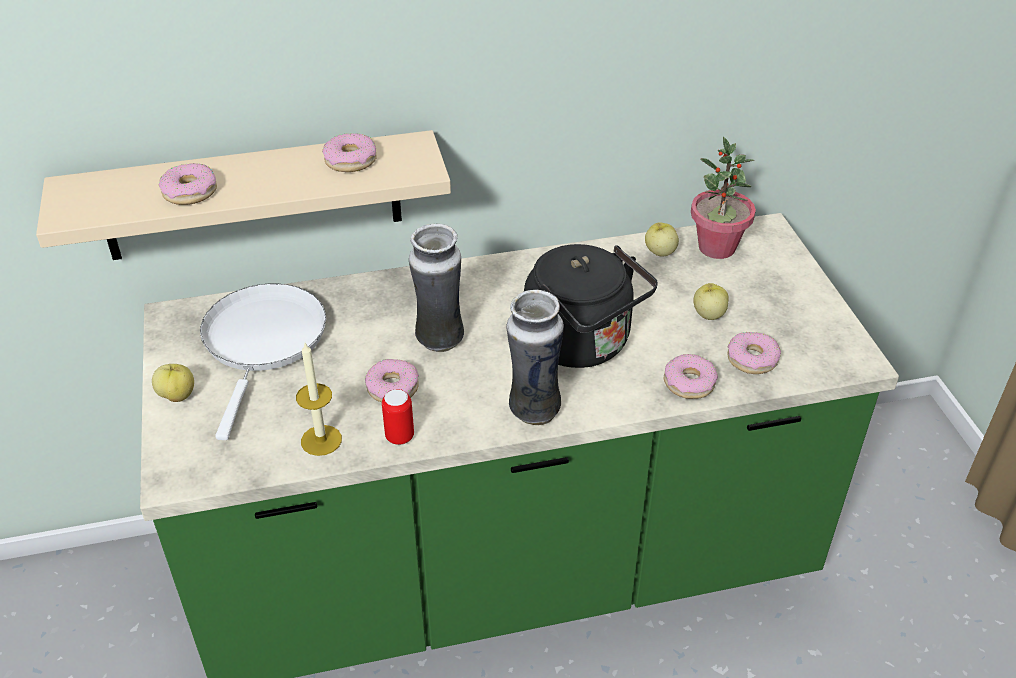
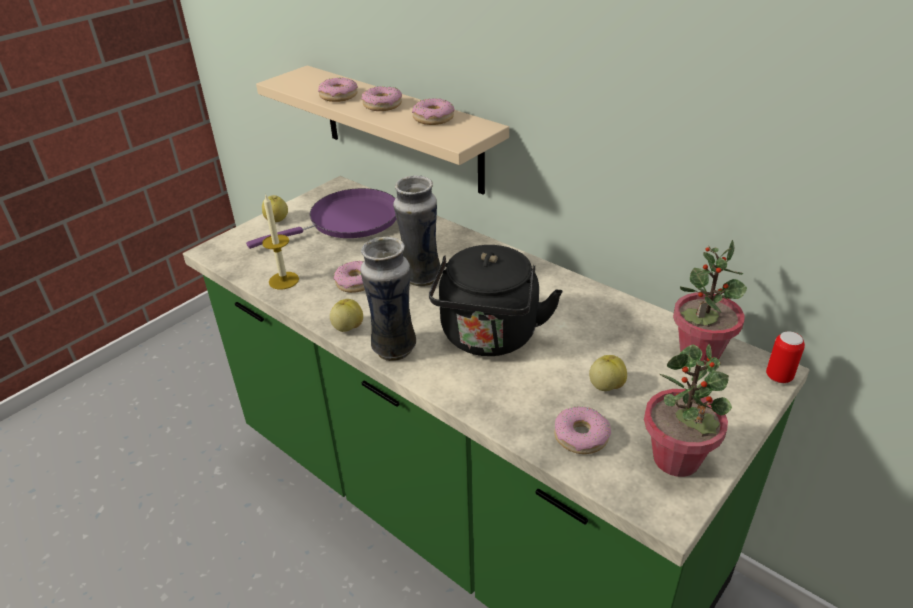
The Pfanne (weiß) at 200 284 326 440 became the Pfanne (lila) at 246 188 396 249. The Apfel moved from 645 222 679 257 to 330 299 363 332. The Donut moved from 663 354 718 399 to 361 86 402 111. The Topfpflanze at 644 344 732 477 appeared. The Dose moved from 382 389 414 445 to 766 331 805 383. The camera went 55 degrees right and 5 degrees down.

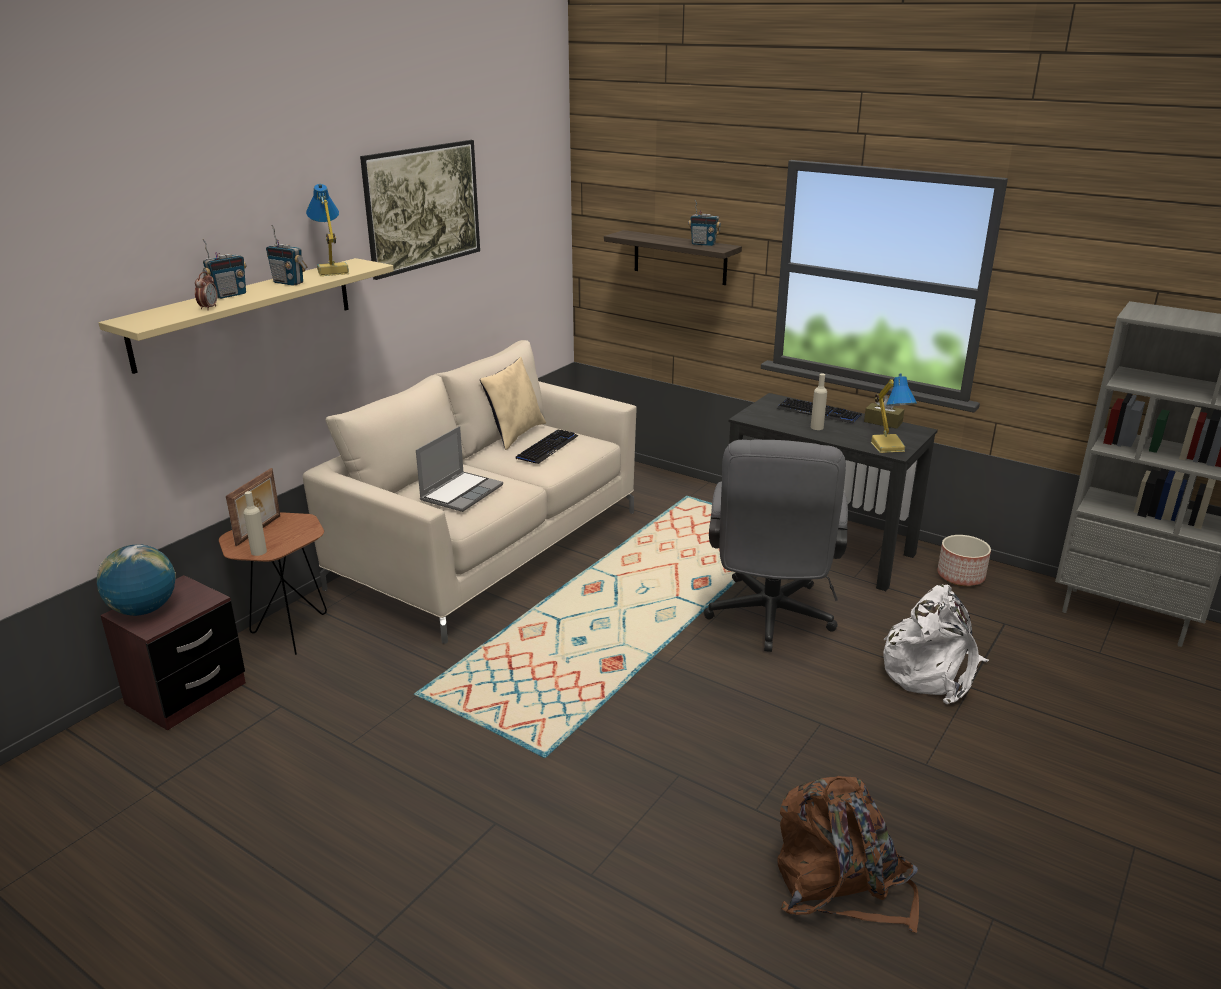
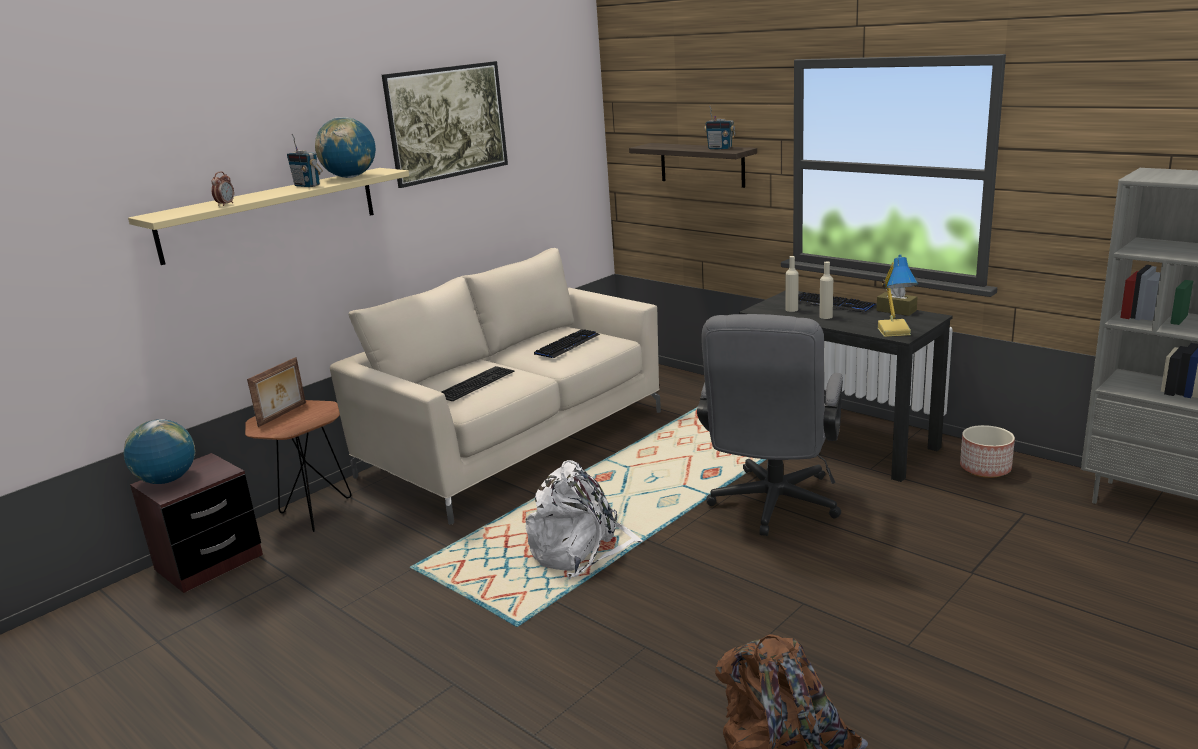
The Tischlampe at 306 183 349 276 was replaced by the Globus at 315 117 376 178. The Laptop at 416 426 503 512 was replaced by the Tastatur at 441 366 514 402. The Rucksack (weiß) moved from 883 585 989 704 to 525 460 643 579. The Flasche (beige) moved from 243 491 267 556 to 785 256 799 312. The Radio at 202 239 246 299 disappeared. The Kissen (beige) at 480 357 546 450 disappeared. The camera went 10 degrees right and 5 degrees down.

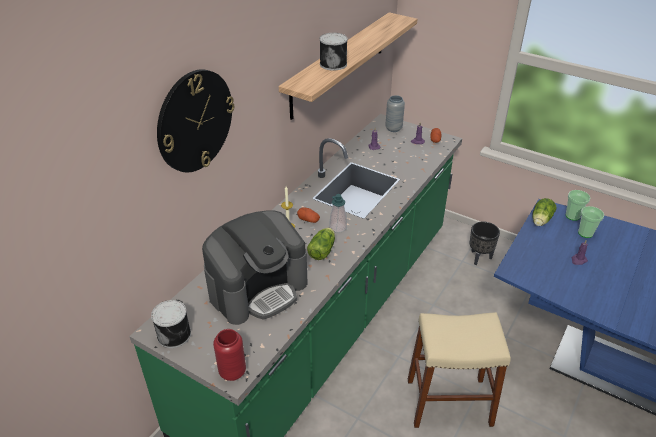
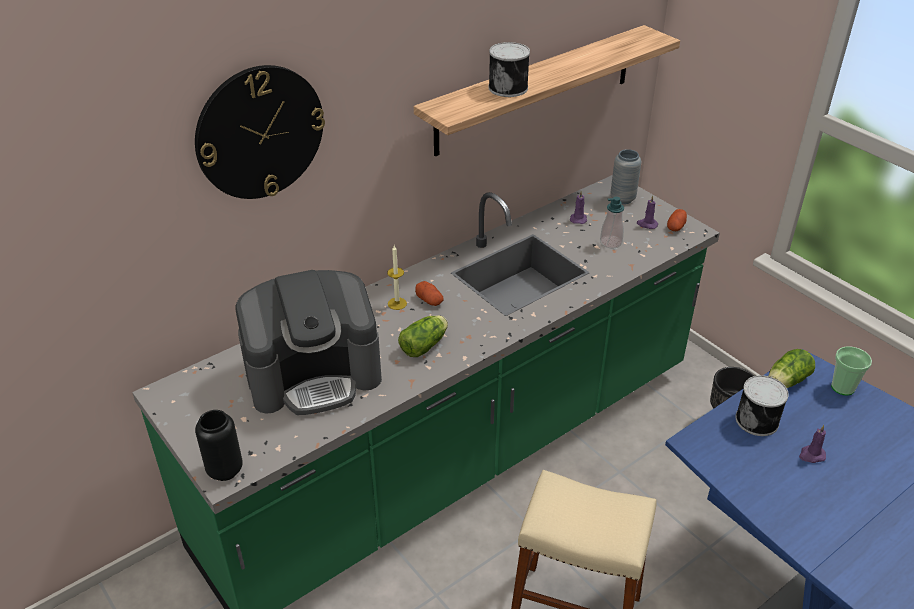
The Vase (rot) at 213 329 246 381 became the Vase (schwarz) at 195 410 243 481. The Seifenspender moved from 330 194 347 233 to 600 197 624 248. The Dose moved from 151 300 191 348 to 735 375 789 436. The Tasse at 578 206 604 238 disappeared. The camera went 20 degrees right and 0 degrees up.

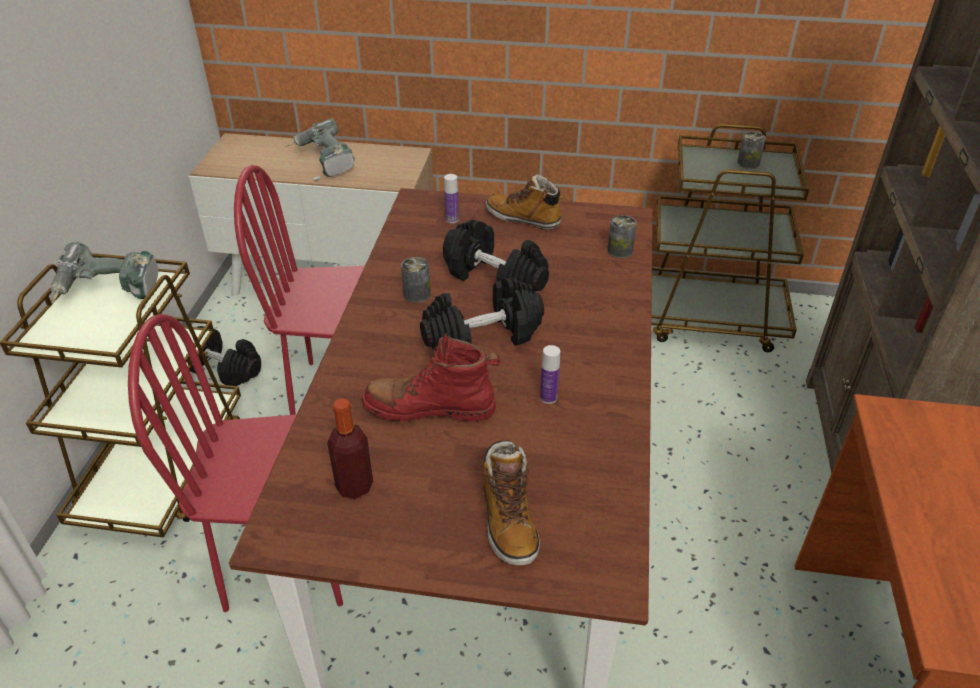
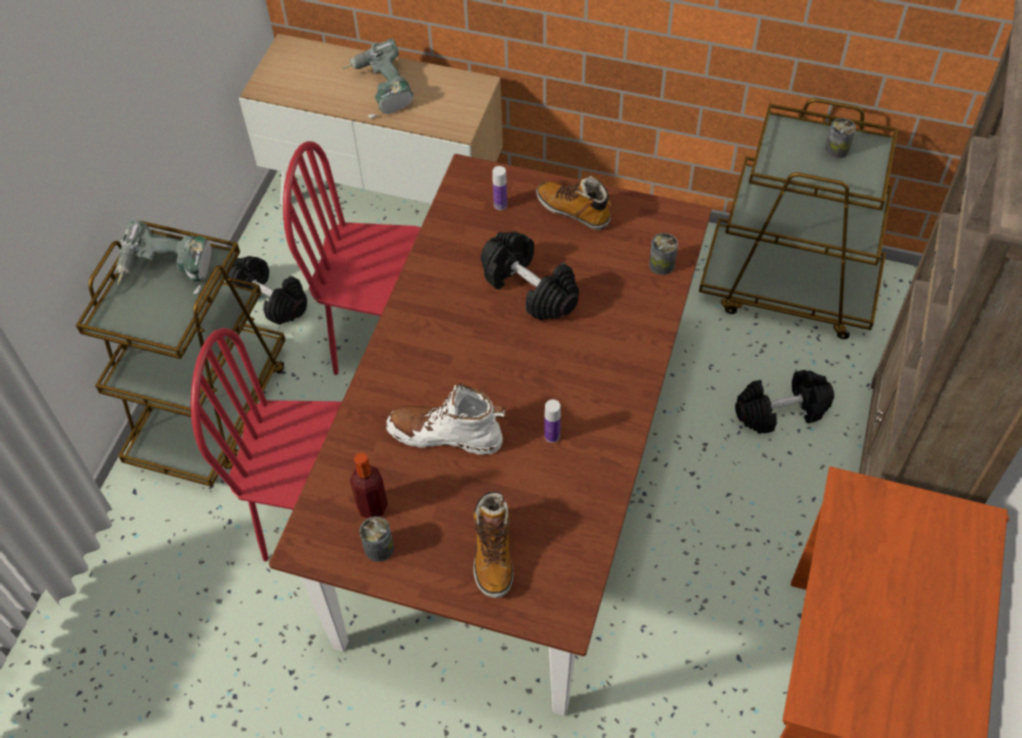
The Dose moved from 401 257 431 303 to 359 517 394 562. The Stiefel (rot) at 362 333 500 422 became the Stiefel (weiß) at 386 383 505 455. The Hantel (schwarz) moved from 420 278 544 351 to 735 370 834 434. The camera went 10 degrees right and 15 degrees up.

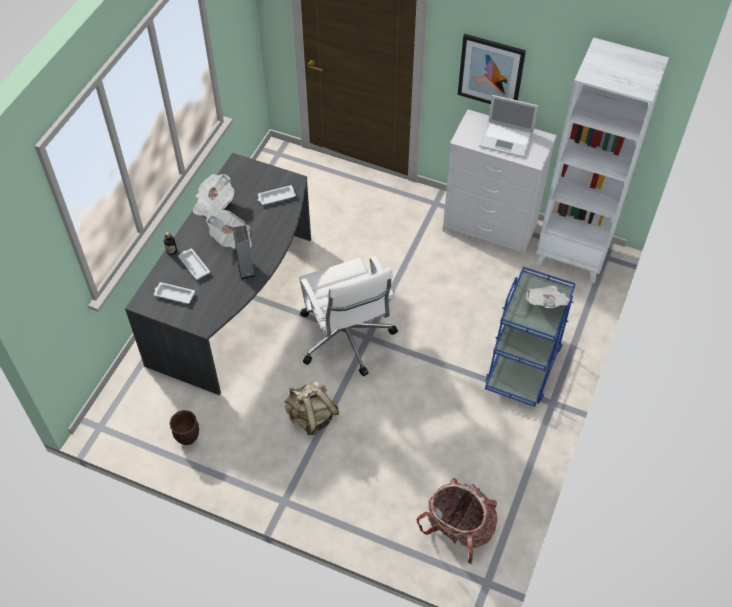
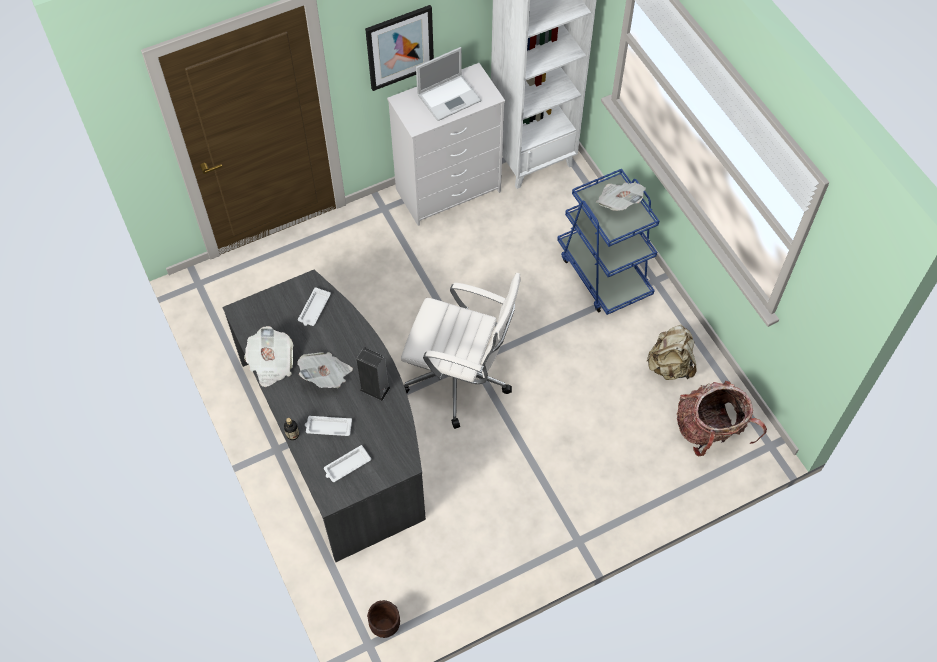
The Pflanzkübel (braun) moved from 170 410 199 445 to 367 600 400 638. The Rucksack (beige) moved from 285 381 339 435 to 647 325 697 380. The camera went 50 degrees left and 5 degrees up.

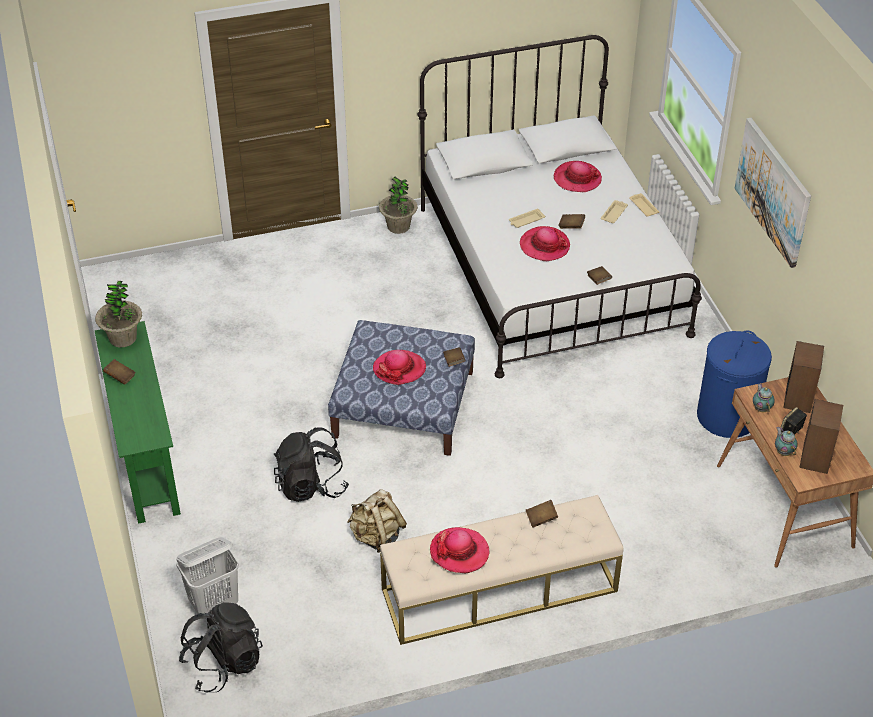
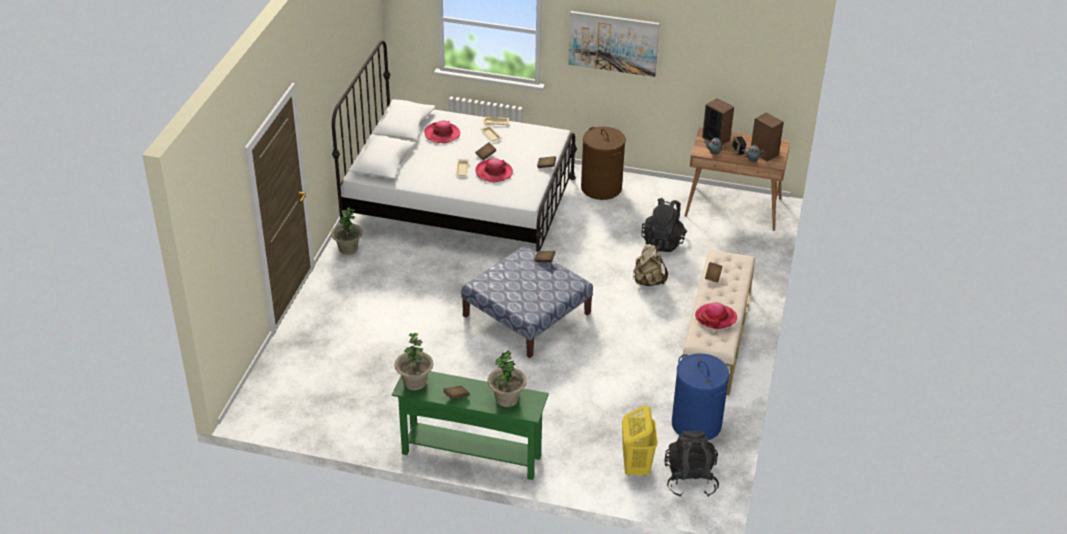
The Topfpflanze at 487 350 527 407 appeared. The Wäschekorb (braun) at 581 127 626 200 appeared. The Wäschekorb (weiß) at 176 537 239 619 became the Wäschekorb (gelb) at 622 405 658 476. The Rucksack (beige) moved from 347 489 407 553 to 633 244 668 286. The Rucksack (schwarz) moved from 274 427 349 502 to 641 198 687 252. The Wäschekorb (blau) moved from 697 330 772 438 to 672 353 729 441. The Hut at 373 350 426 385 disappeared. The camera went 60 degrees left and 5 degrees down.

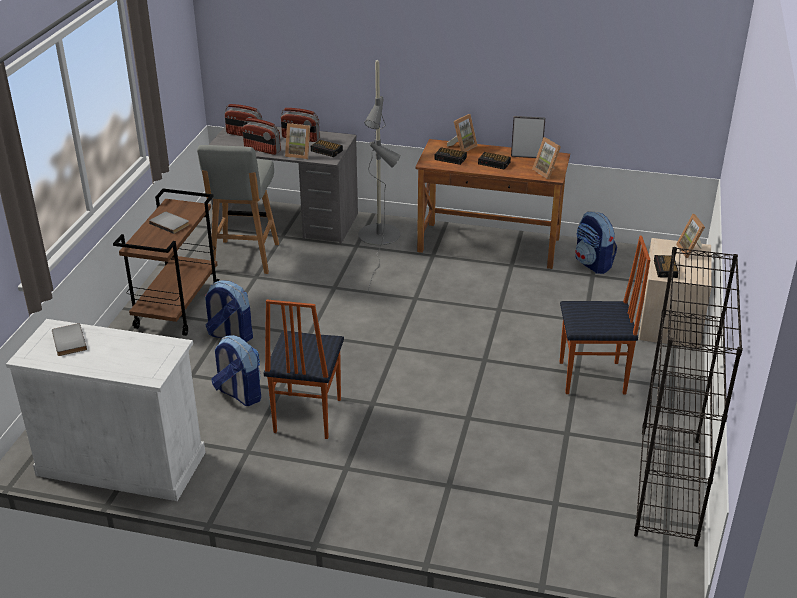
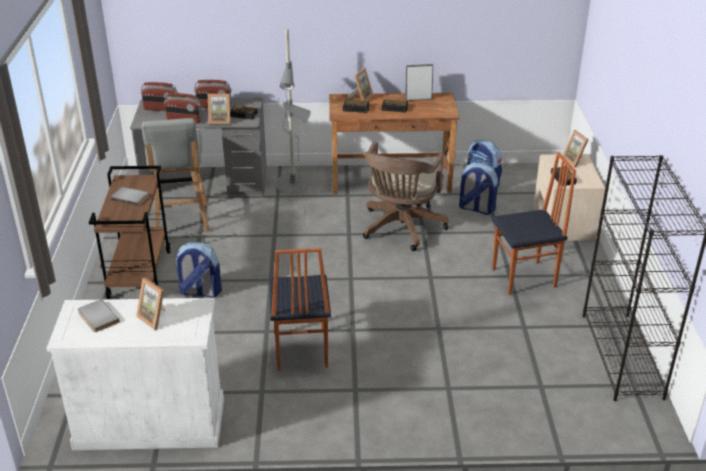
The Bilderrahmen moved from 532 137 561 179 to 136 277 165 330. The Bürostuhl (braun) at 363 142 449 251 appeared. The Rucksack moved from 211 335 261 406 to 459 163 498 215. The camera went 15 degrees left and 0 degrees up.

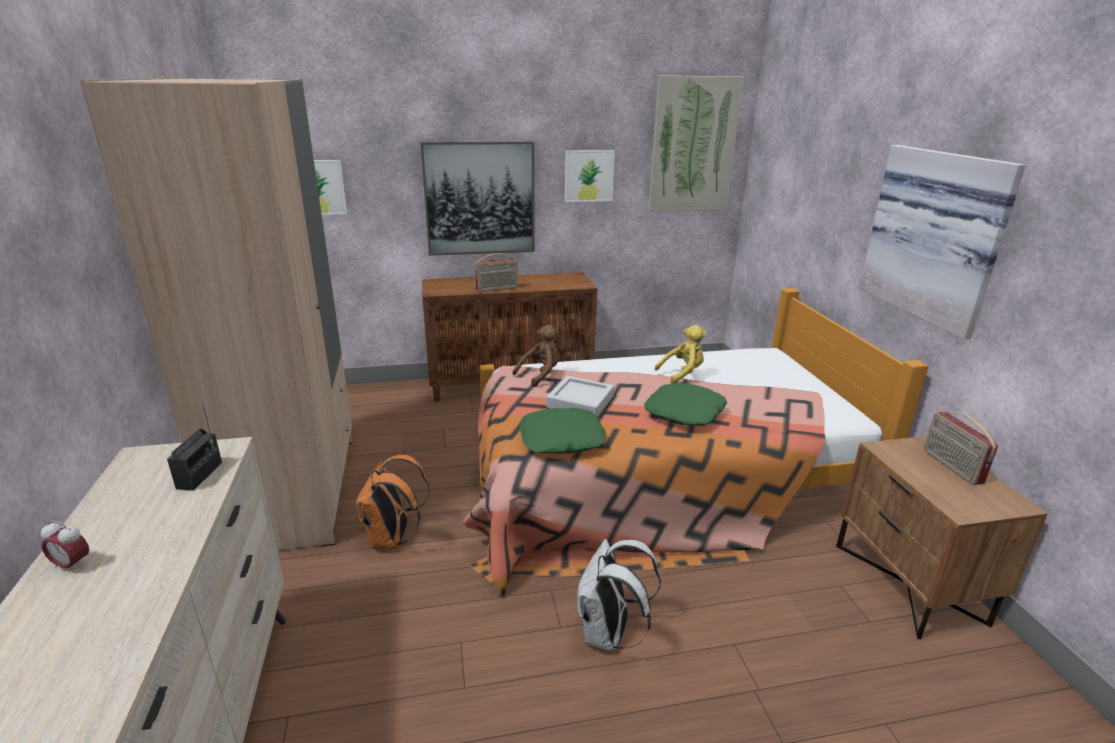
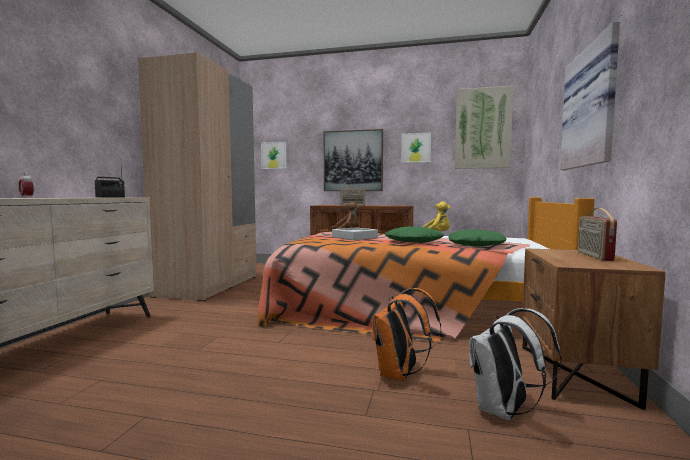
The Rucksack (orange) moved from 356 455 430 549 to 372 288 441 381. The Kissen (grün) moved from 519 408 606 454 to 449 229 506 247. The Rucksack (weiß) moved from 577 539 661 651 to 469 308 562 420. The camera went 25 degrees right and 20 degrees down.

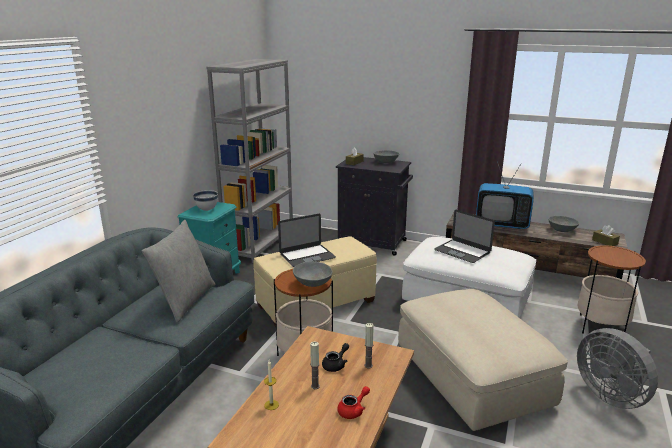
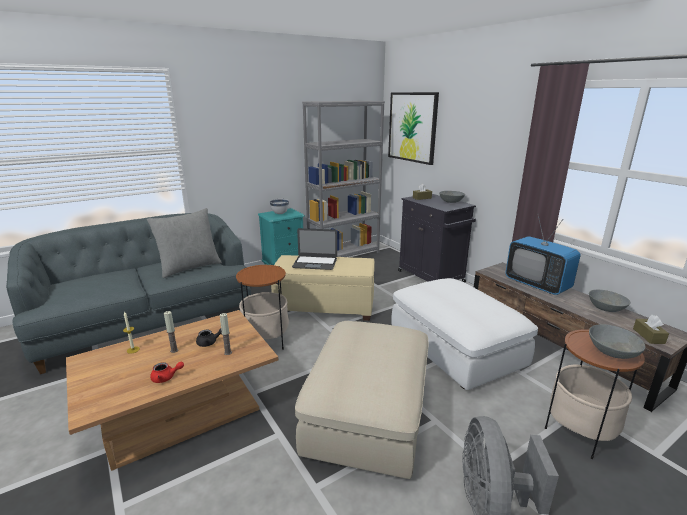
The Bild at 388 92 439 165 appeared. The Schüssel (grau) moved from 293 261 333 287 to 589 324 646 359. The Laptop at 434 210 495 263 disappeared. The camera went 35 degrees right and 0 degrees up.

